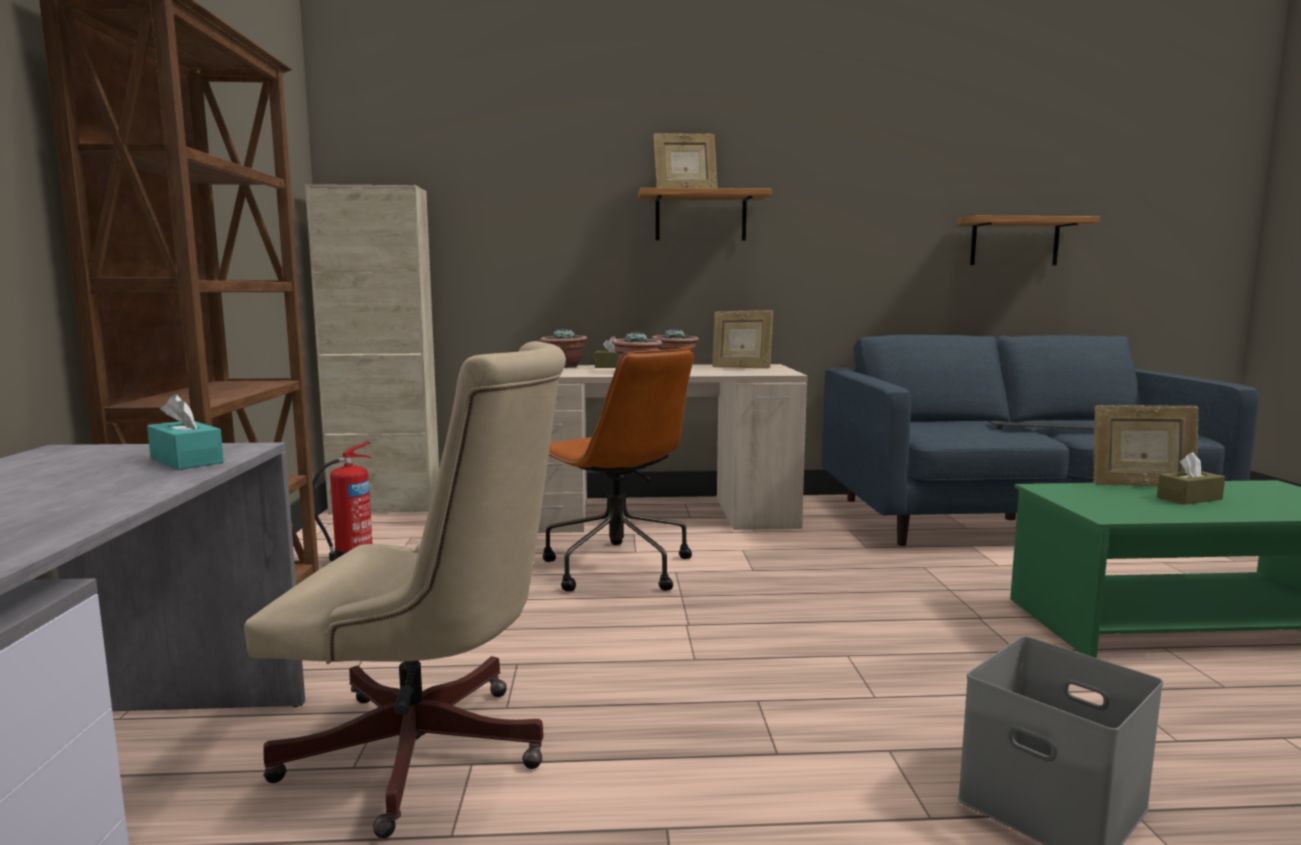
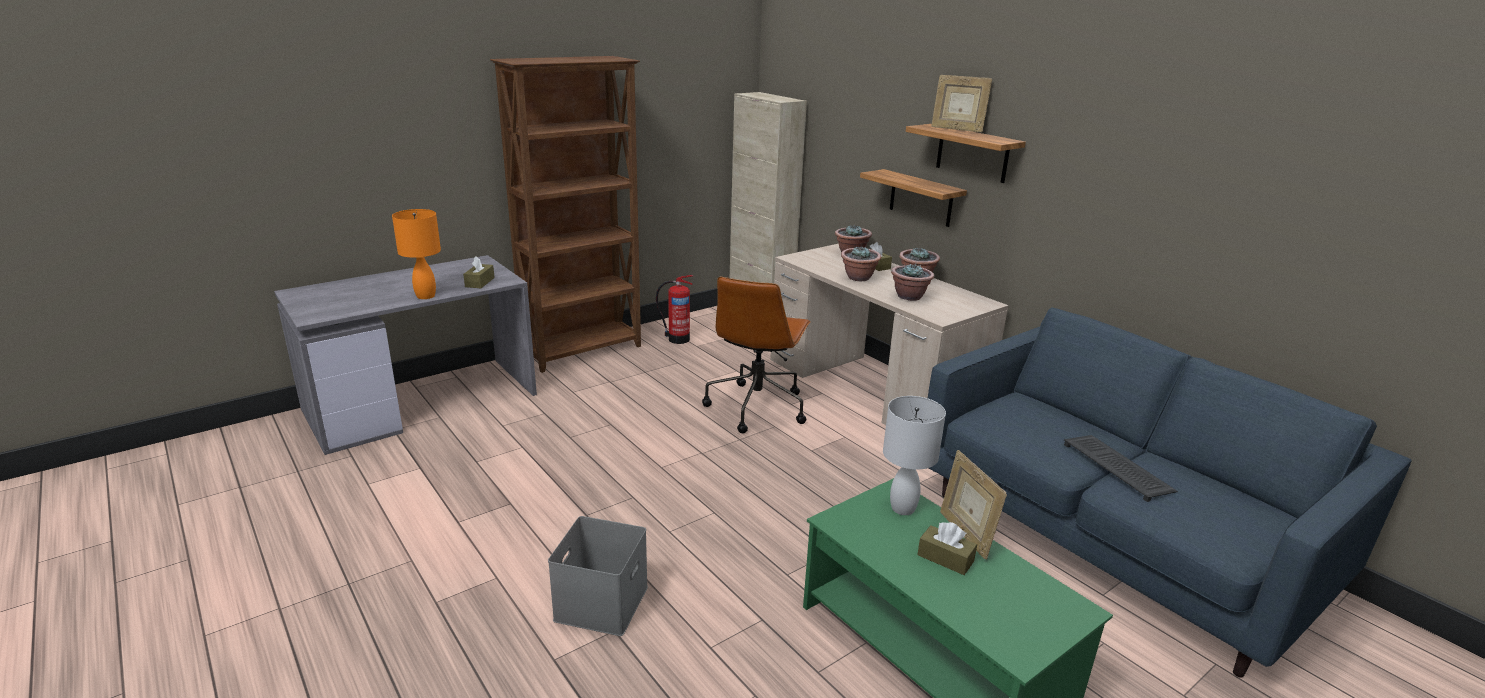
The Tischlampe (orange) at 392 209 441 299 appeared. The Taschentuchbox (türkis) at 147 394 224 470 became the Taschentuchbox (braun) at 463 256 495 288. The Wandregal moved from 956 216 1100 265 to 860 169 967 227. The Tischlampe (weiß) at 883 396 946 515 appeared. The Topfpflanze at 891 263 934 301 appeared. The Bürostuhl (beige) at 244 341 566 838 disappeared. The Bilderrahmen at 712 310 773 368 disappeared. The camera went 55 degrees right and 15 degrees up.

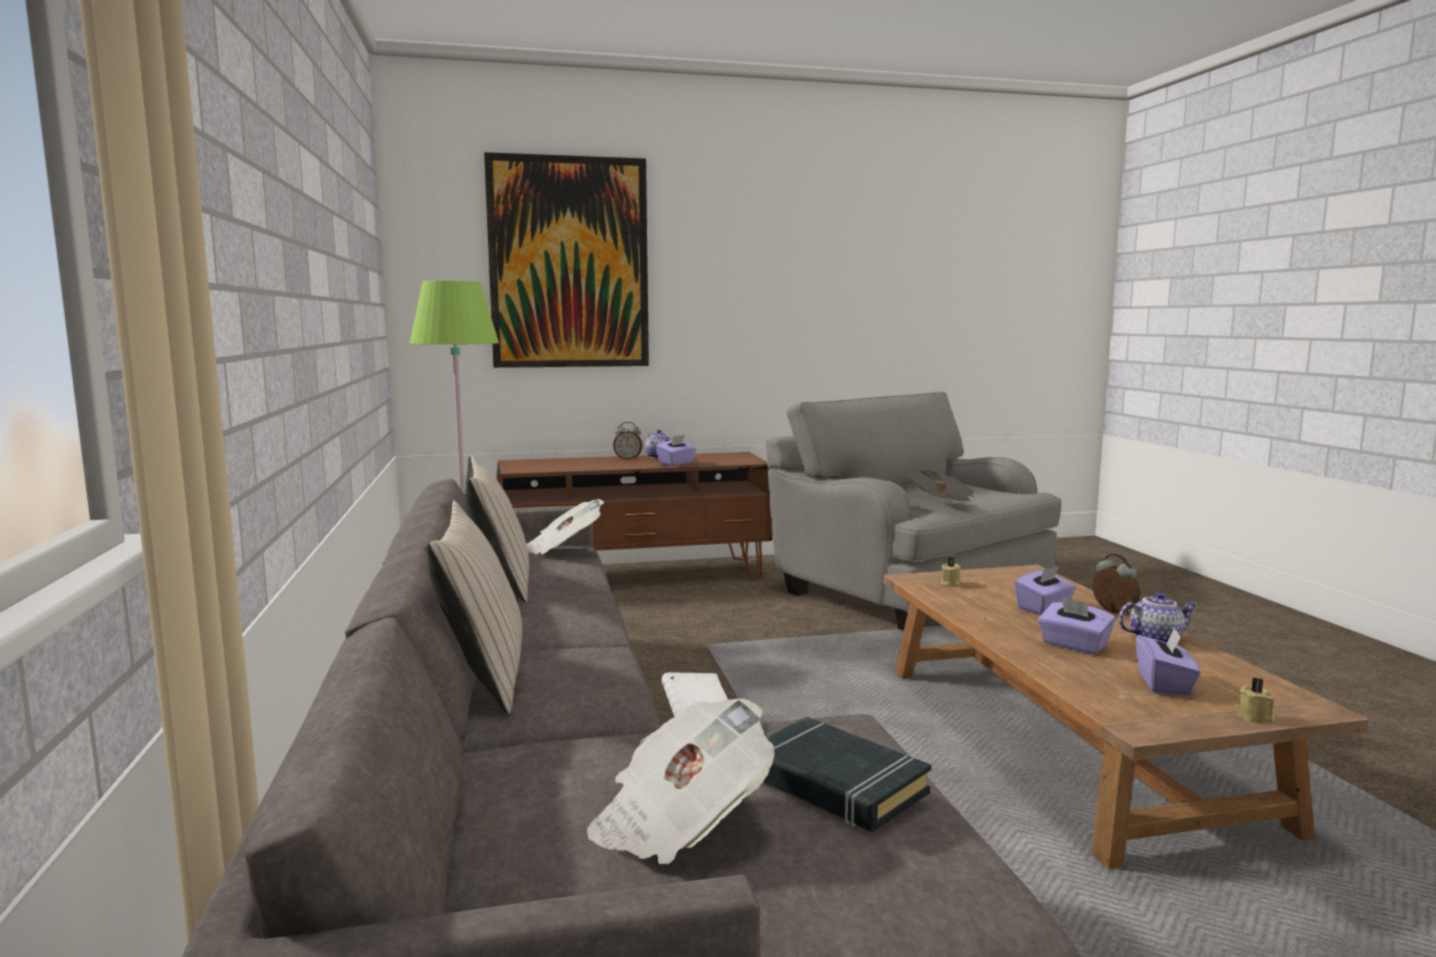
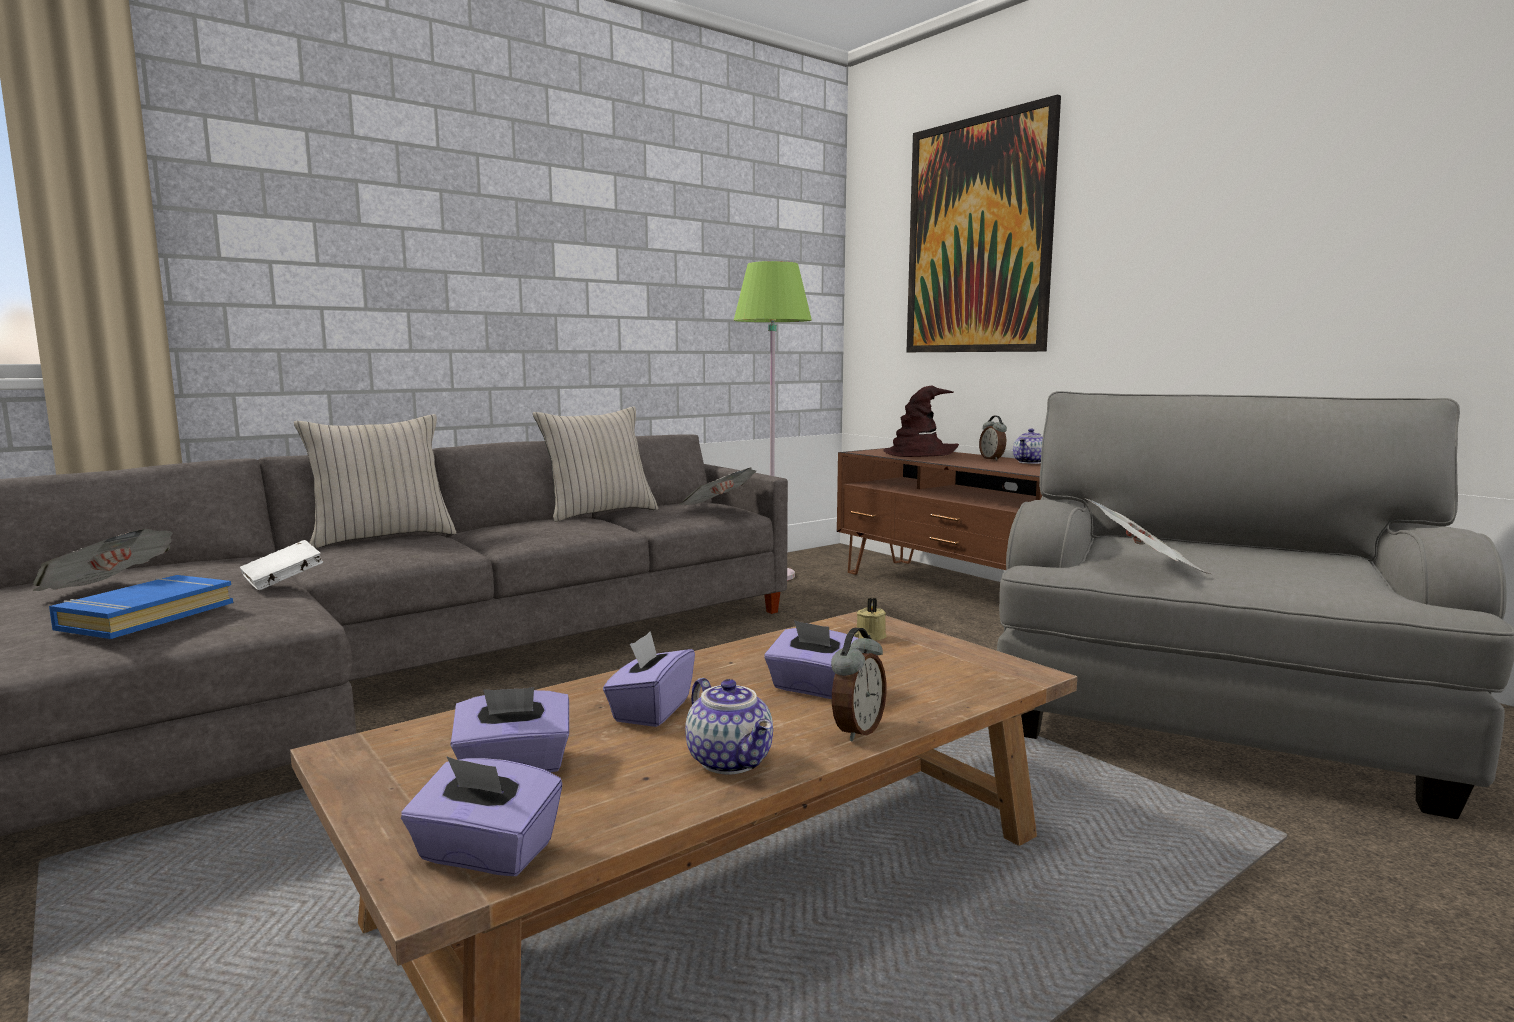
The Buch (schwarz) at 763 716 931 832 became the Buch (blau) at 49 575 233 639. The Taschentuchbox (lila) moved from 655 435 697 466 to 401 756 562 876. The Hut (braun) at 883 386 959 457 appeared. The Kerze (beige) at 1236 677 1275 723 disappeared. The camera went 65 degrees right and 0 degrees up.

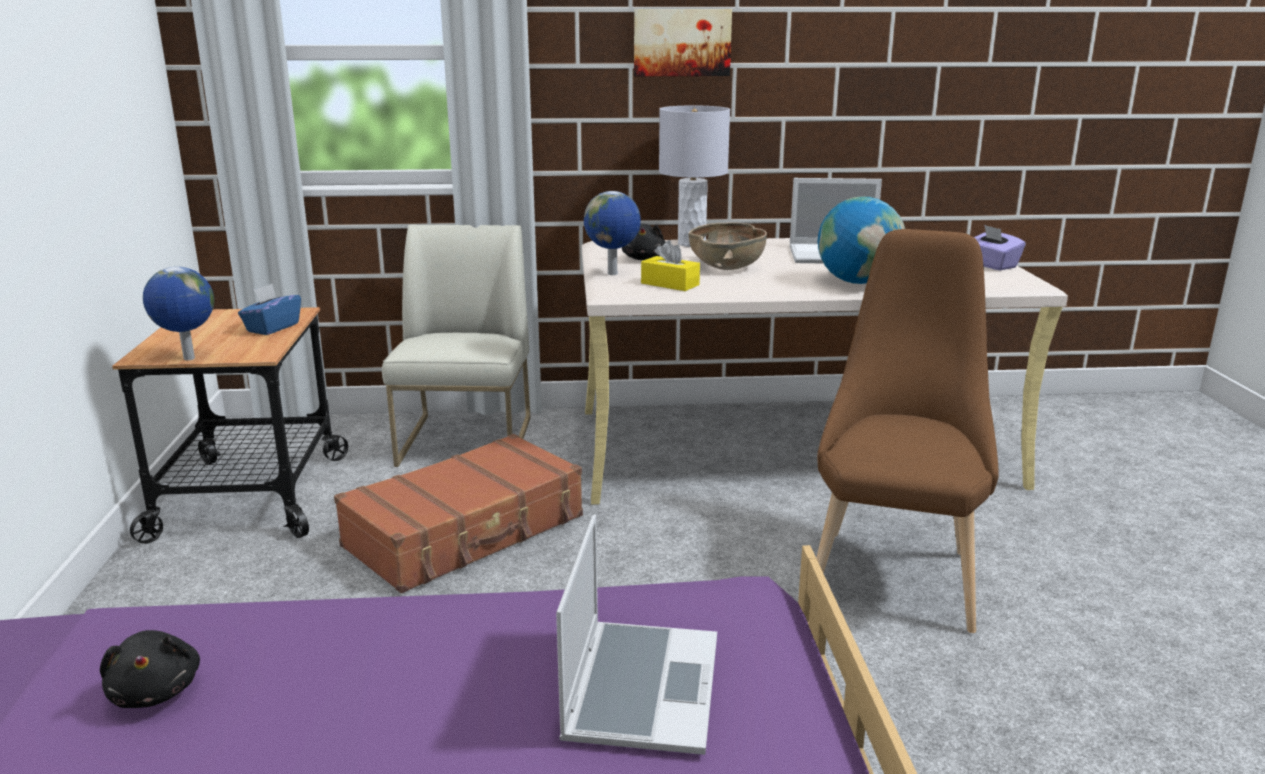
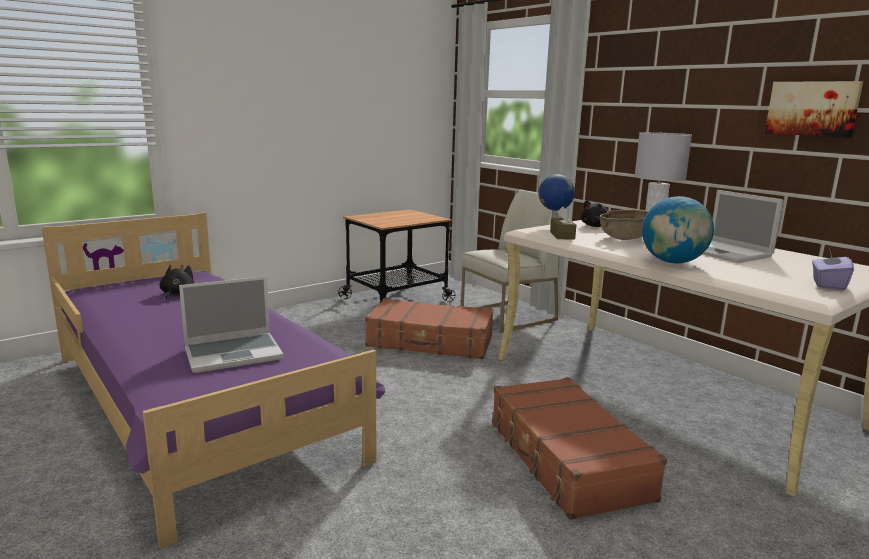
The Plüschtier (schwarz) at 100 630 200 708 turned 150 degrees clockwise. The Stuhl (braun) at 816 229 999 633 was replaced by the Koffer (braun) at 492 377 667 520. The Taschentuchbox (gelb) at 641 240 700 291 became the Taschentuchbox (braun) at 550 207 576 240. The Bild moved from 634 9 732 76 to 765 81 863 138. The Globus at 143 267 214 360 disappeared. The Taschentuchbox (blau) at 238 284 301 335 disappeared. The camera went 55 degrees right and 5 degrees down.

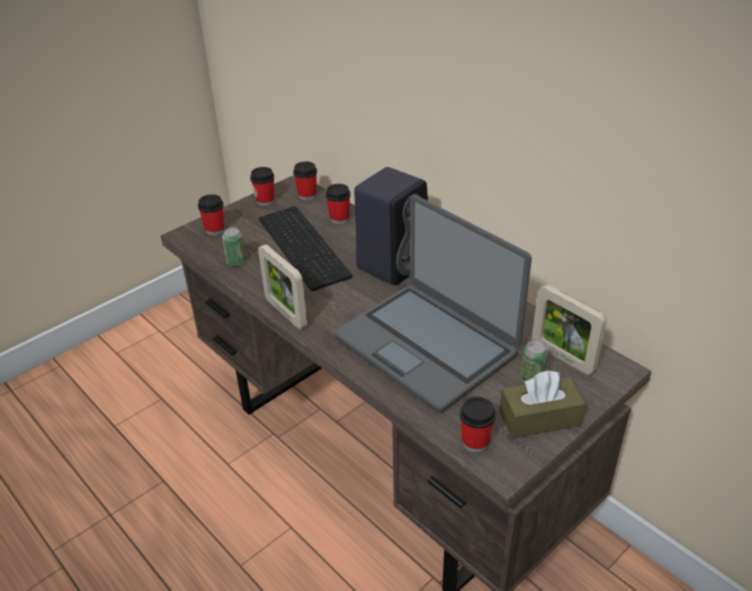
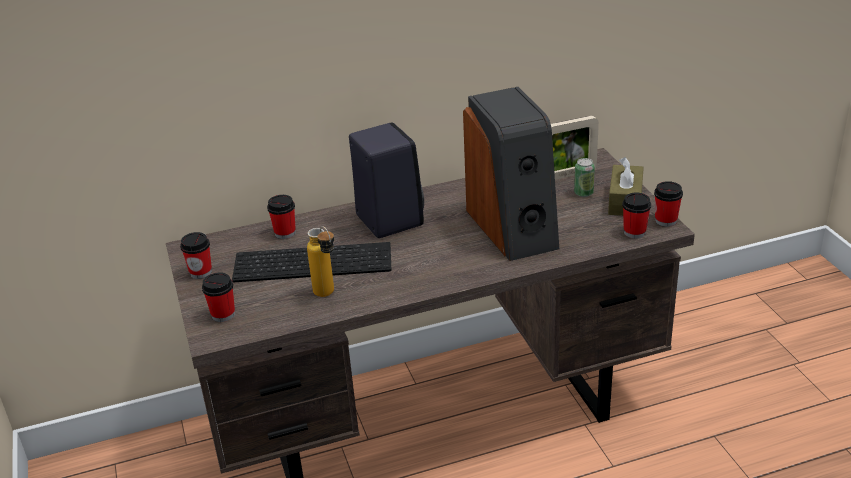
The Flasche at 307 226 334 297 appeared. The Laptop at 334 195 532 413 was replaced by the Lautsprecher at 463 87 559 261. The Tasse moved from 293 161 317 200 to 654 181 683 227. The Dose at 222 227 246 266 disappeared. The Bilderrahmen at 258 244 307 329 disappeared. The camera went 65 degrees left and 5 degrees down.

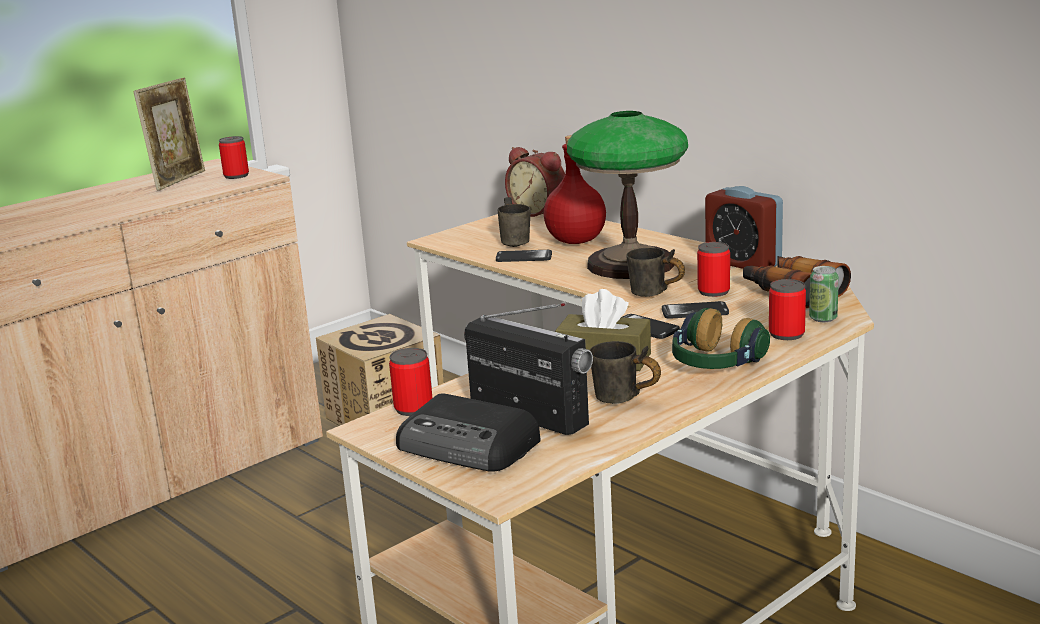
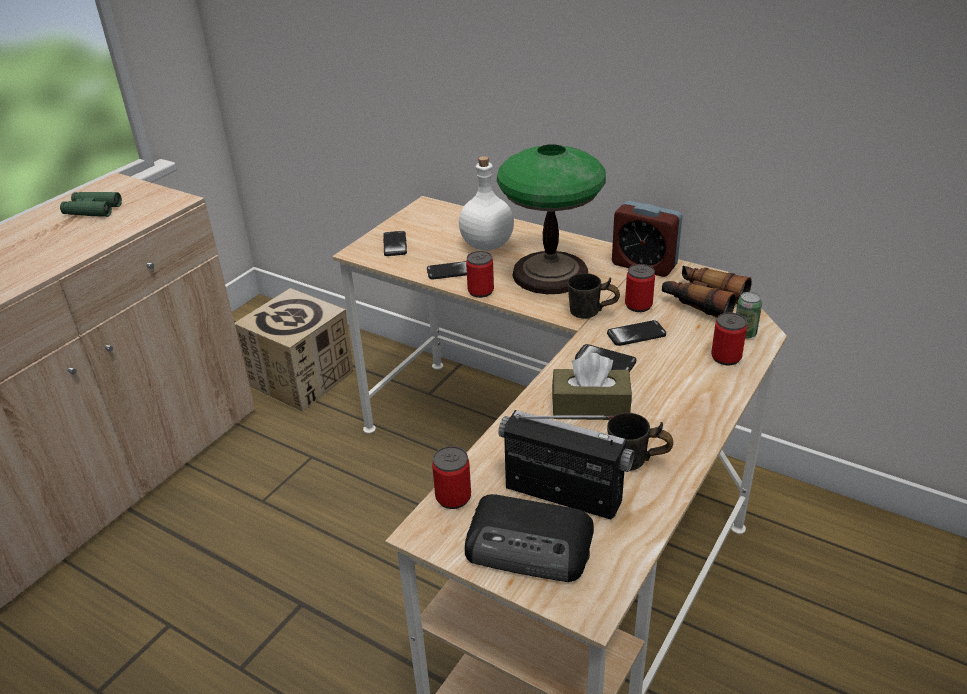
The Bilderrahmen at 134 78 205 191 was replaced by the Fernglas (grün) at 60 192 122 217. The Handy at 383 231 407 256 appeared. The Flasche (rot) at 544 135 606 244 became the Flasche (weiß) at 459 156 514 251. The Dose moved from 219 136 249 179 to 466 251 494 298. The Henkelbecher (grau) at 498 197 531 247 disappeared. The Wecker at 505 147 565 217 disappeared. The Kopfhörer at 672 308 770 369 disappeared. The camera went 15 degrees left and 15 degrees up.

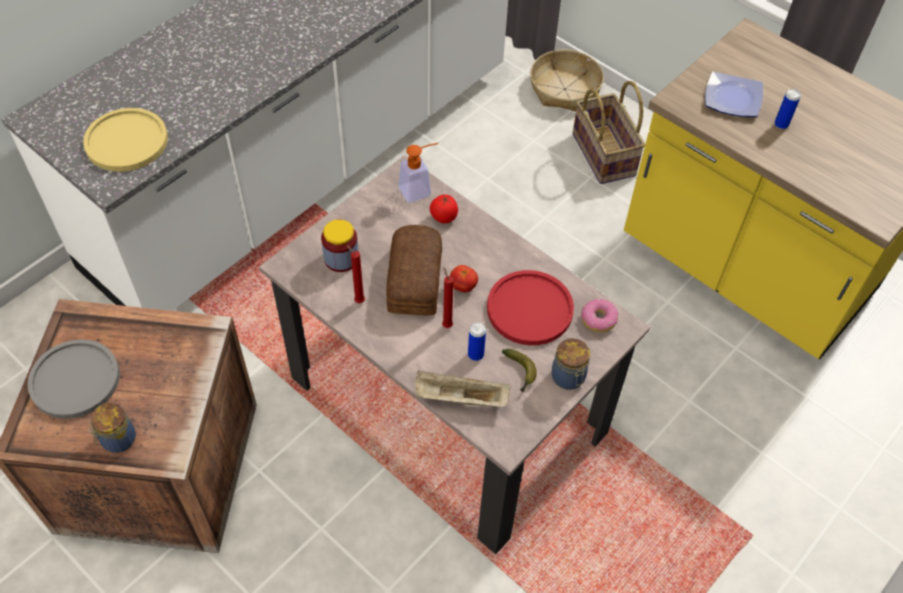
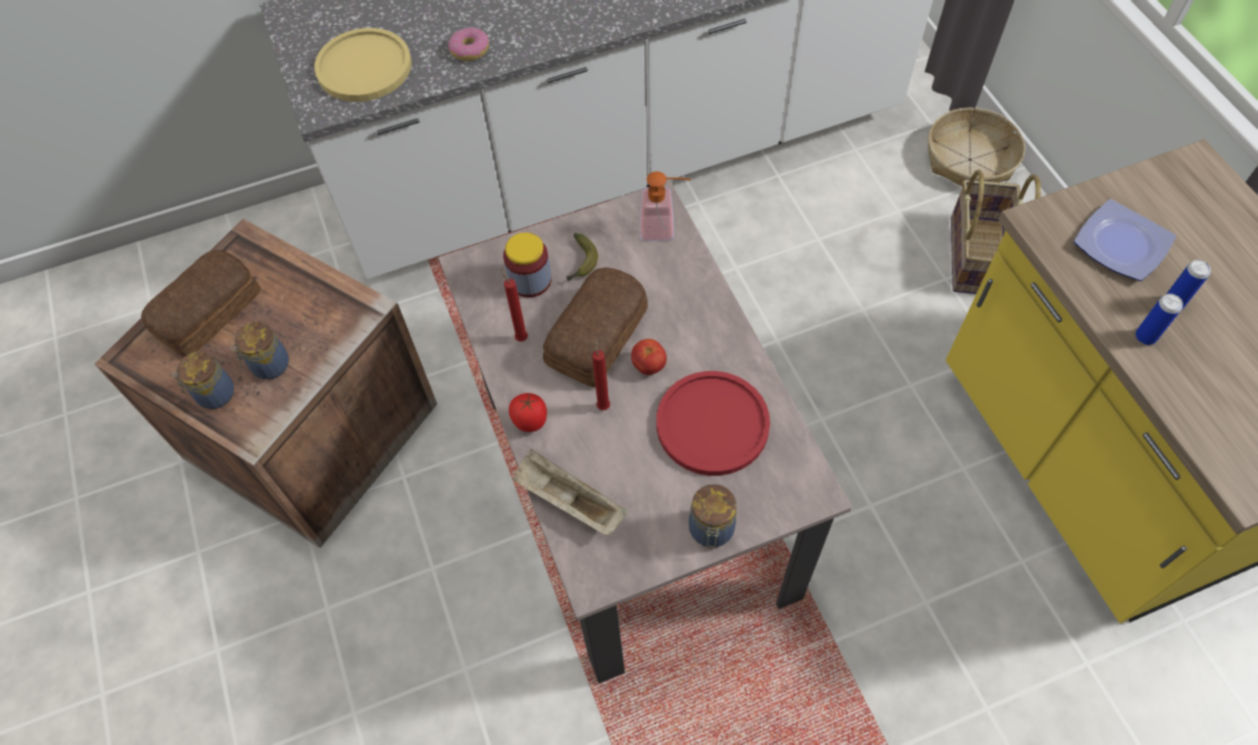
The Teller (grau) at 28 339 120 419 was replaced by the Brot at 141 250 261 357. The Vorratsglas at 231 322 289 380 appeared. The Donut moved from 581 299 618 332 to 448 27 489 61. The Tomate moved from 430 195 458 223 to 509 393 547 432. The Banane moved from 502 349 537 391 to 566 233 598 281. The Dose moved from 468 322 486 361 to 1135 294 1183 345. The camera went 30 degrees right and 5 degrees up.

